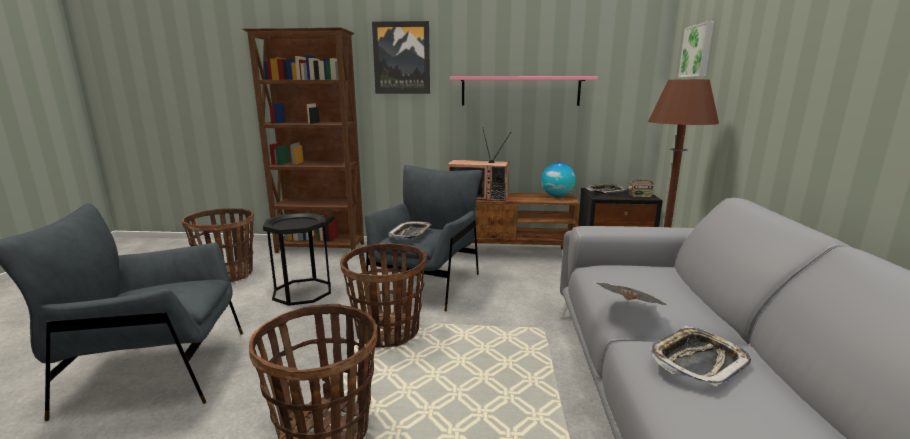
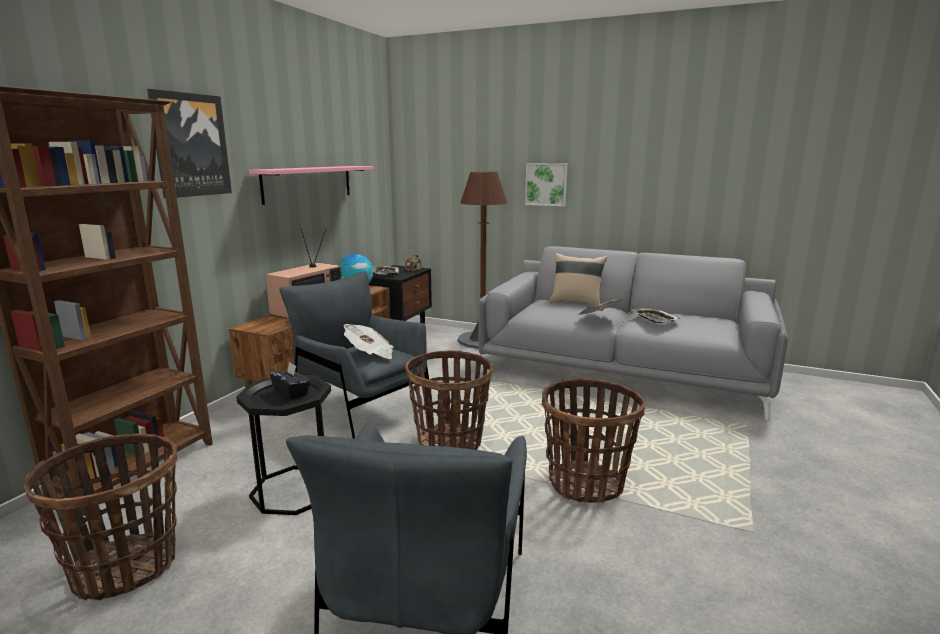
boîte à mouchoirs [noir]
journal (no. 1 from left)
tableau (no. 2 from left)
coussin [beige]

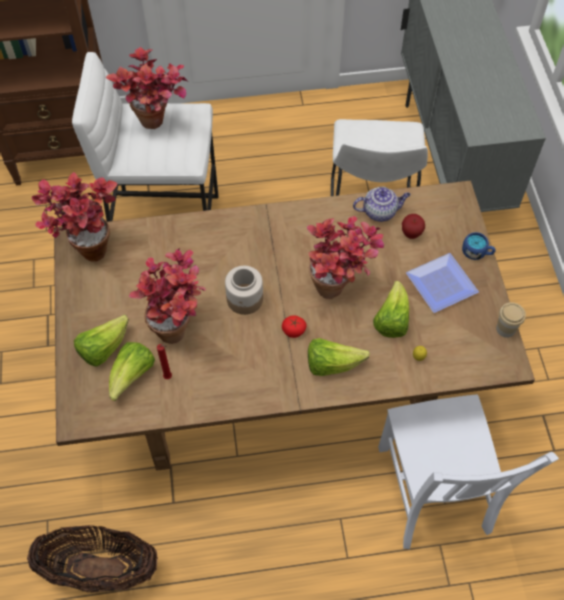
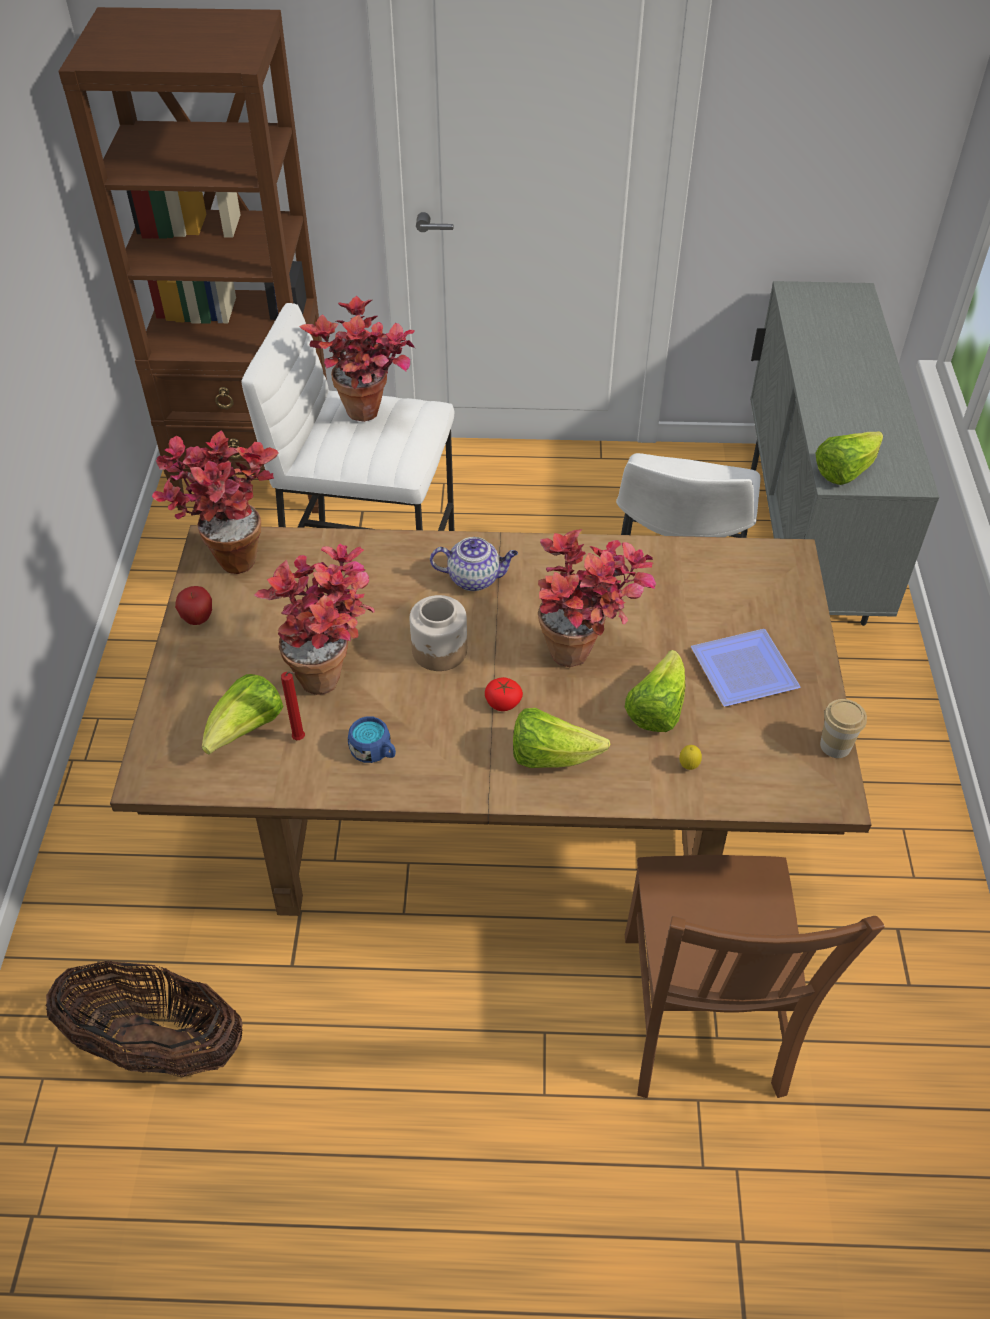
pomme
mug [bleu]
théière
chaise [marron]
laitue (no. 4 from left)

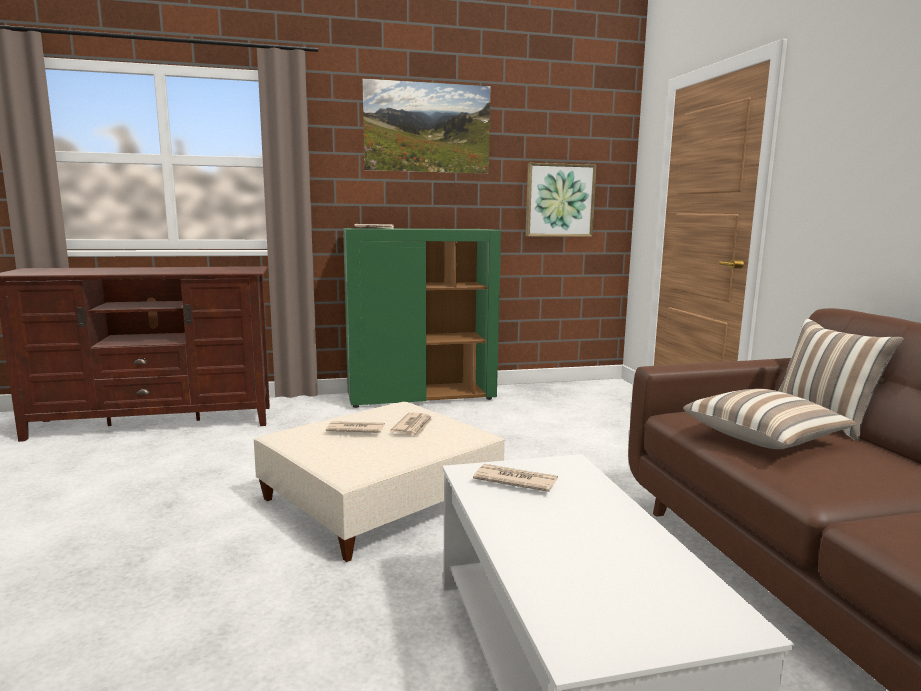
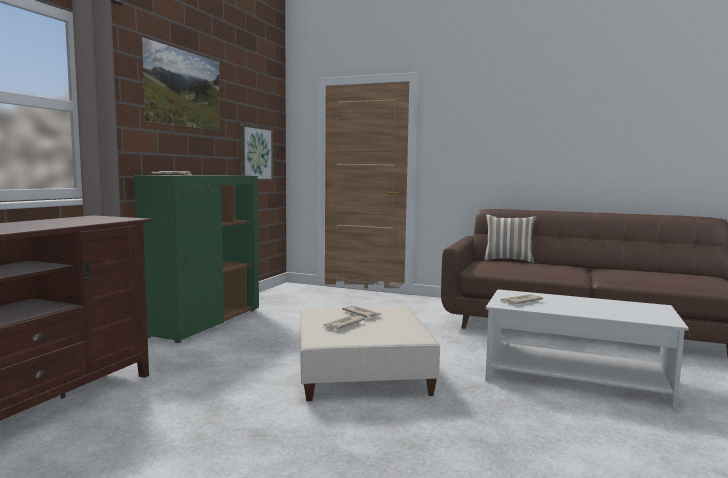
coussin (no. 1 from left in the first image)

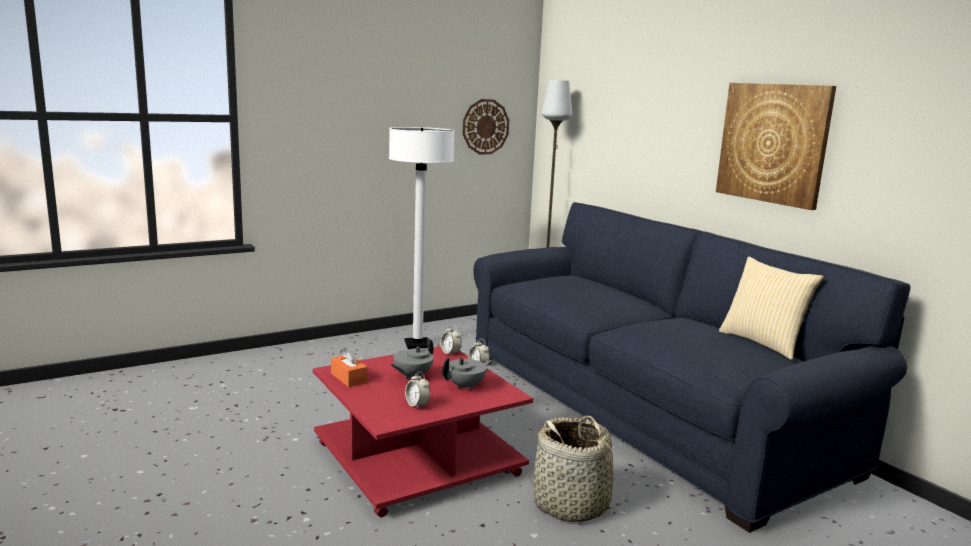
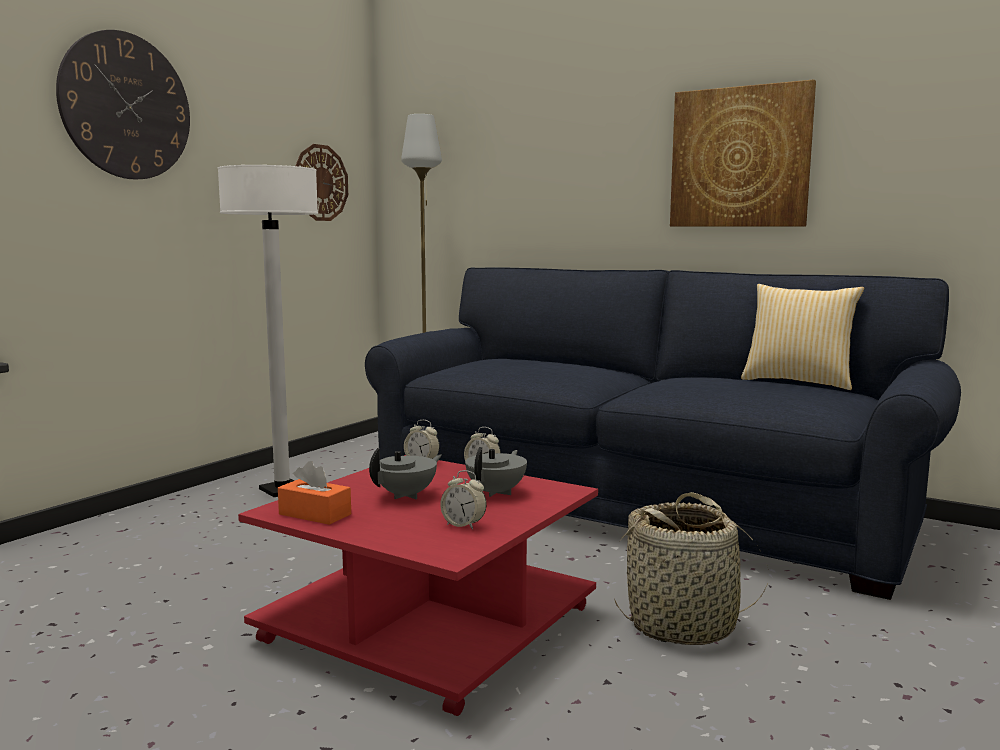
horloge murale (no. 1 from left)
théière [gris] (no. 1 from left)

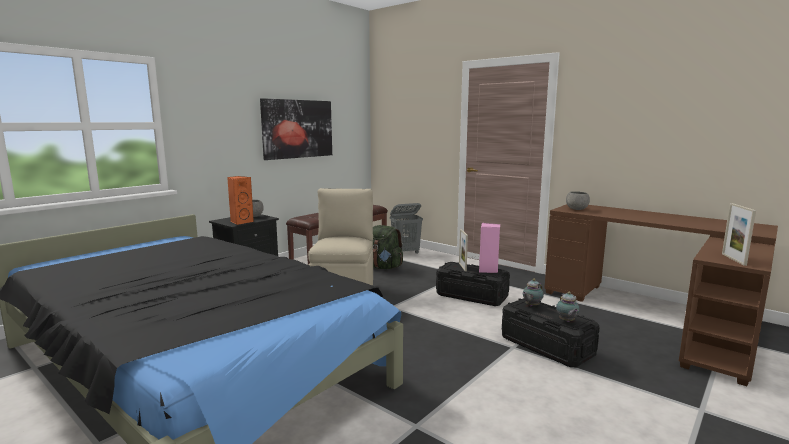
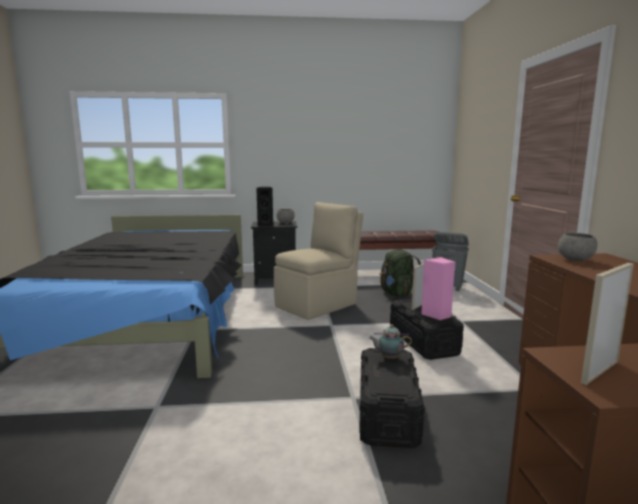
enceinte [noir]
tableau
théière (no. 2 from left in the first image)

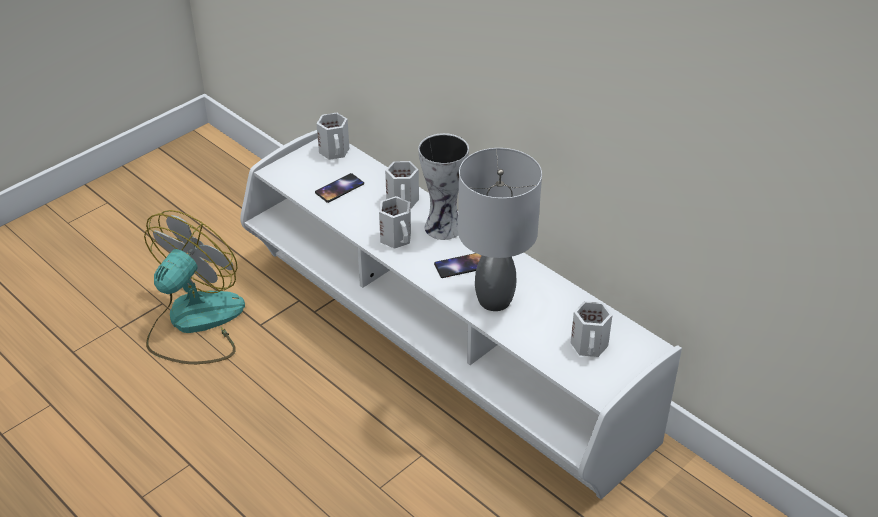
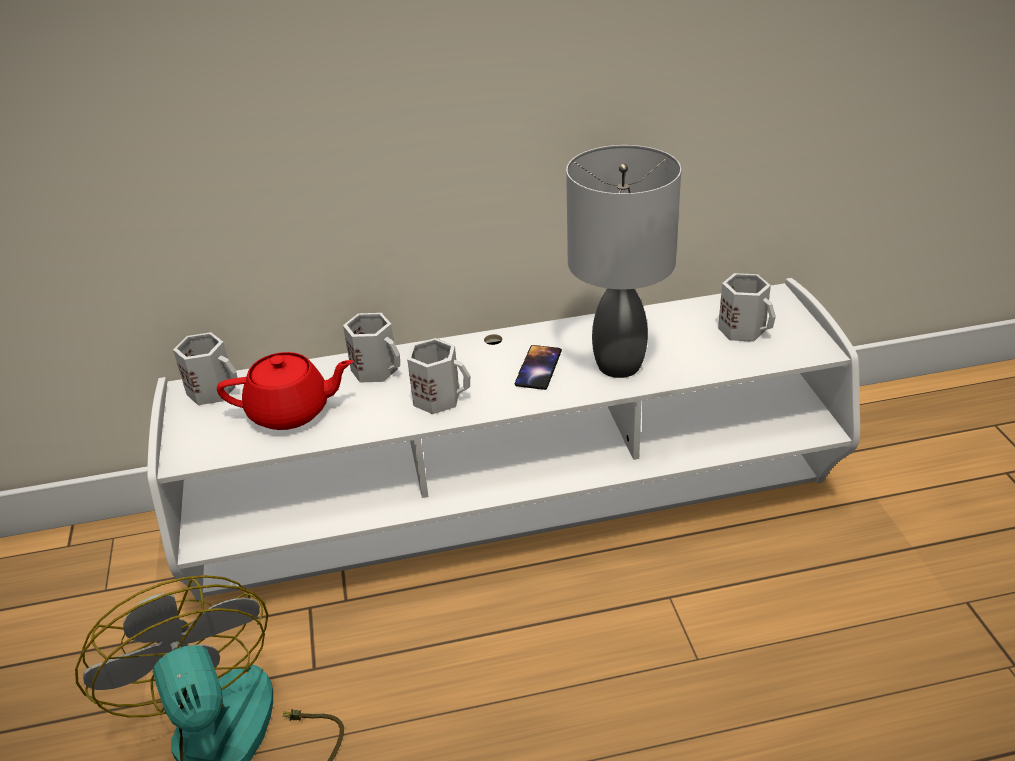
théière [rouge]
vase

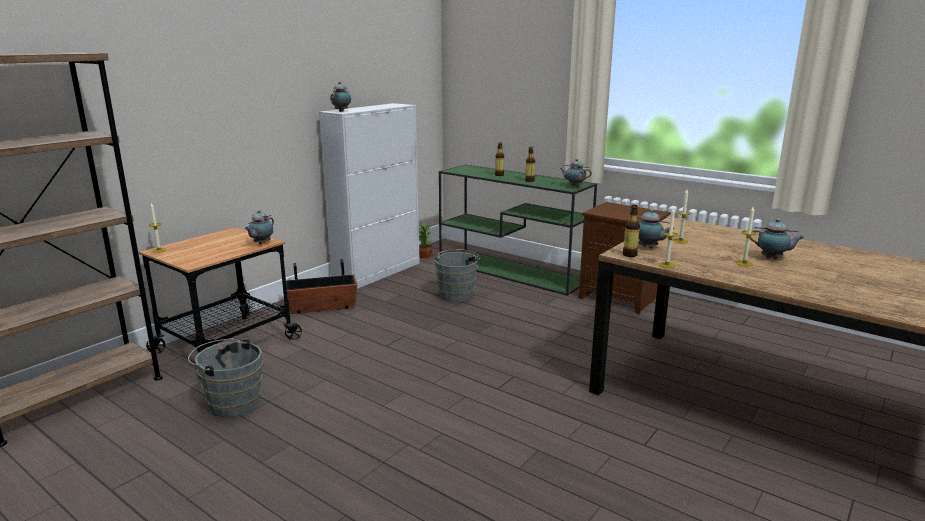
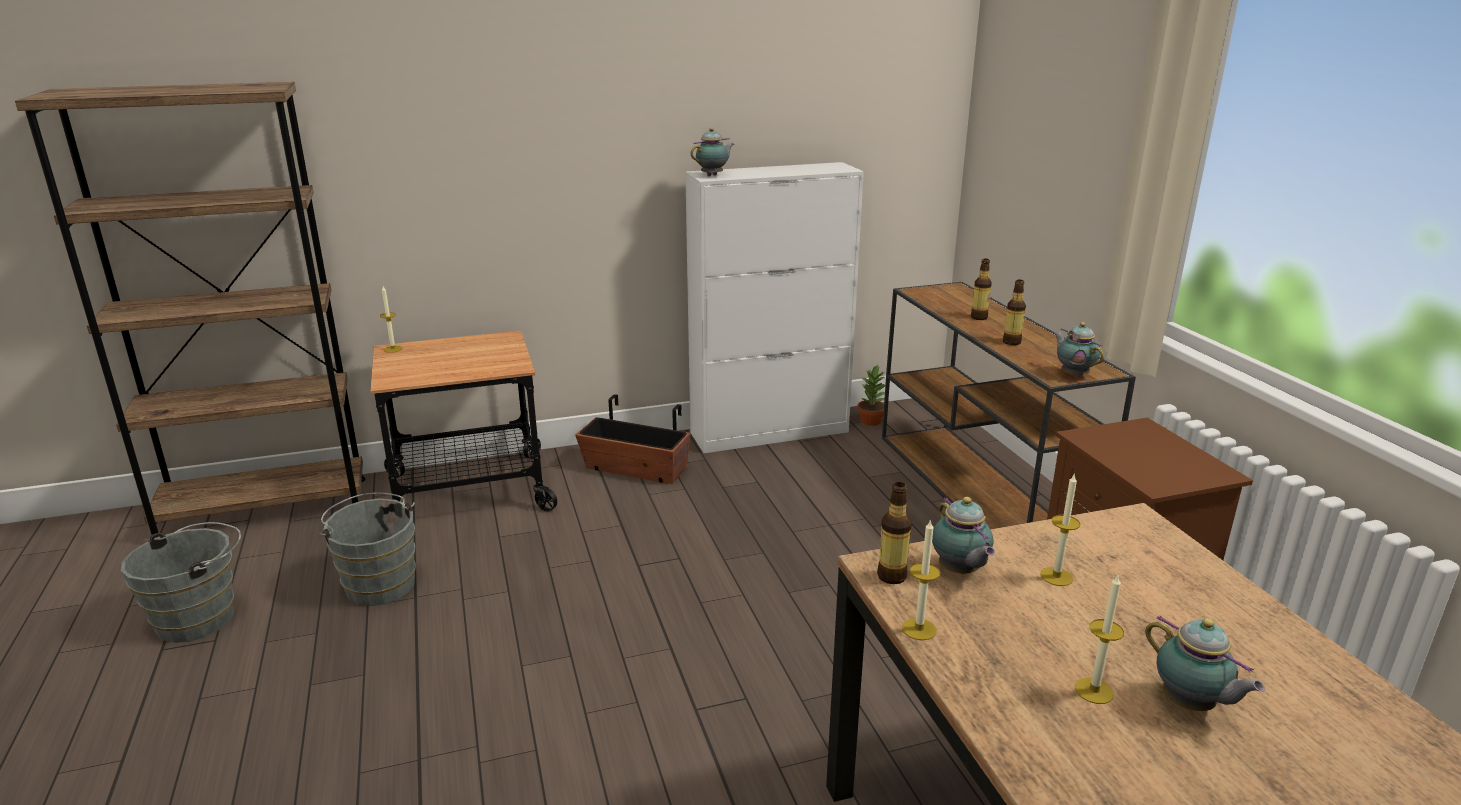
seau [gris] (no. 1 from left)
table console [marron]
théière (no. 1 from left in the first image)

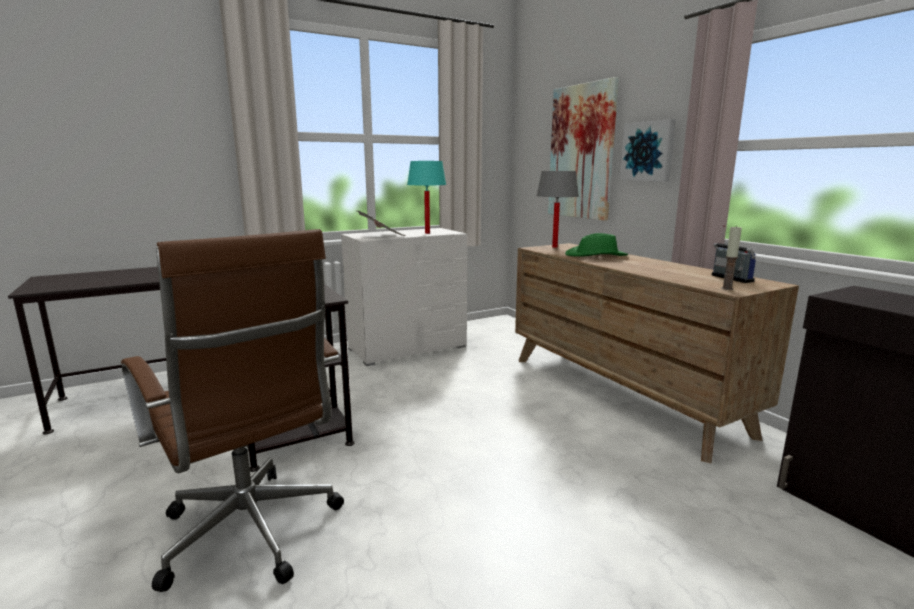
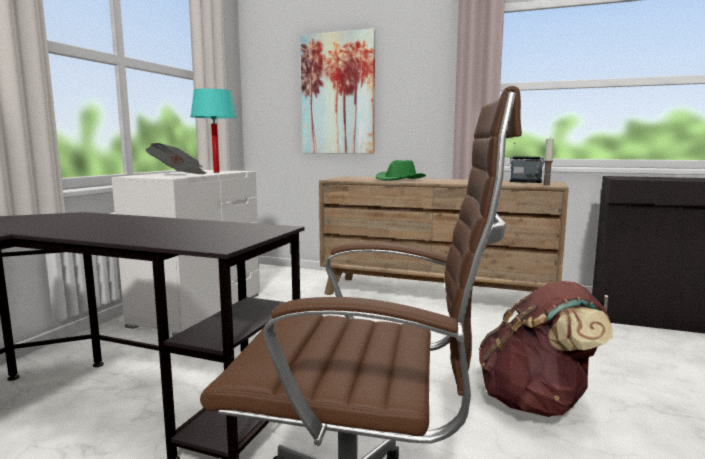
sac à dos [marron]
lampe de table [gris]
tableau (no. 2 from left in the first image)

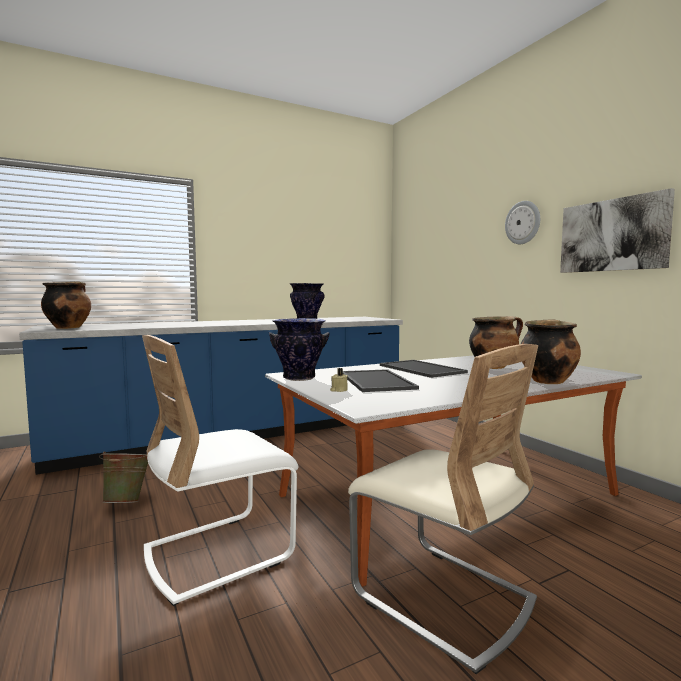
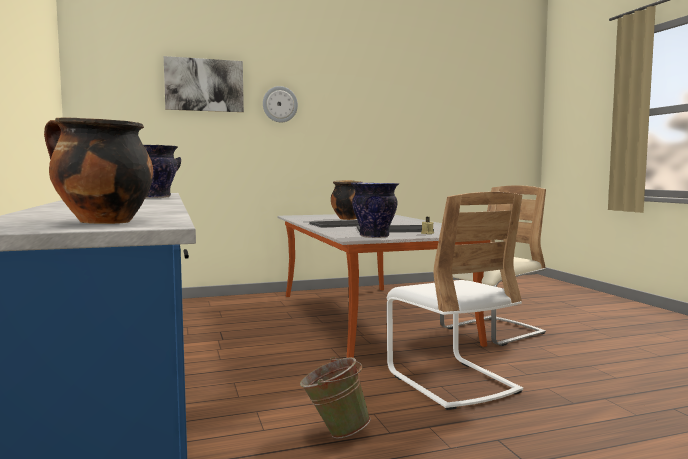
tableau
marmite (no. 3 from left in the first image)

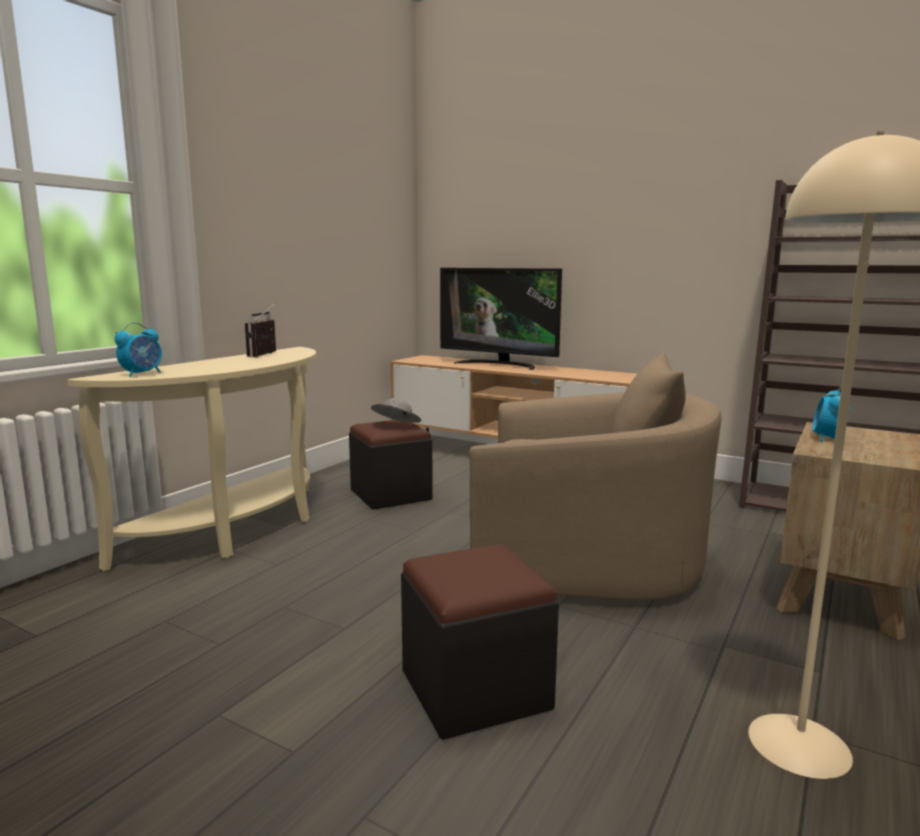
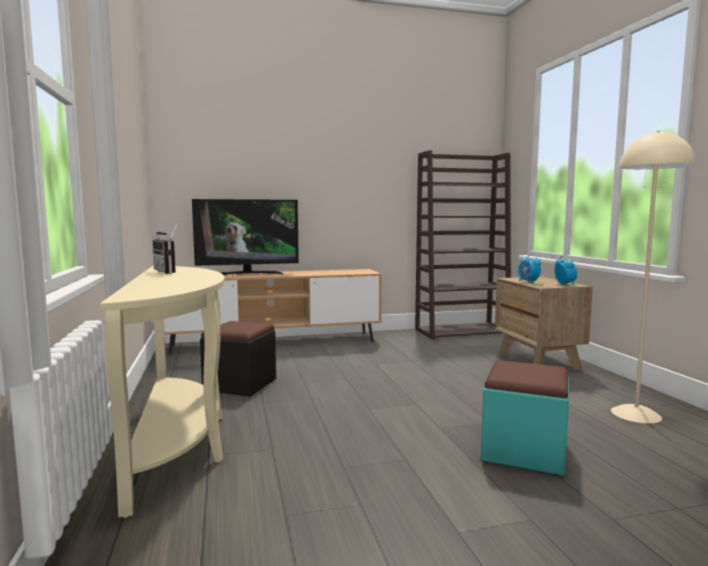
pouf [turquoise]
réveil (no. 2 from left)
chapeau [gris]
fauteuil [beige]

